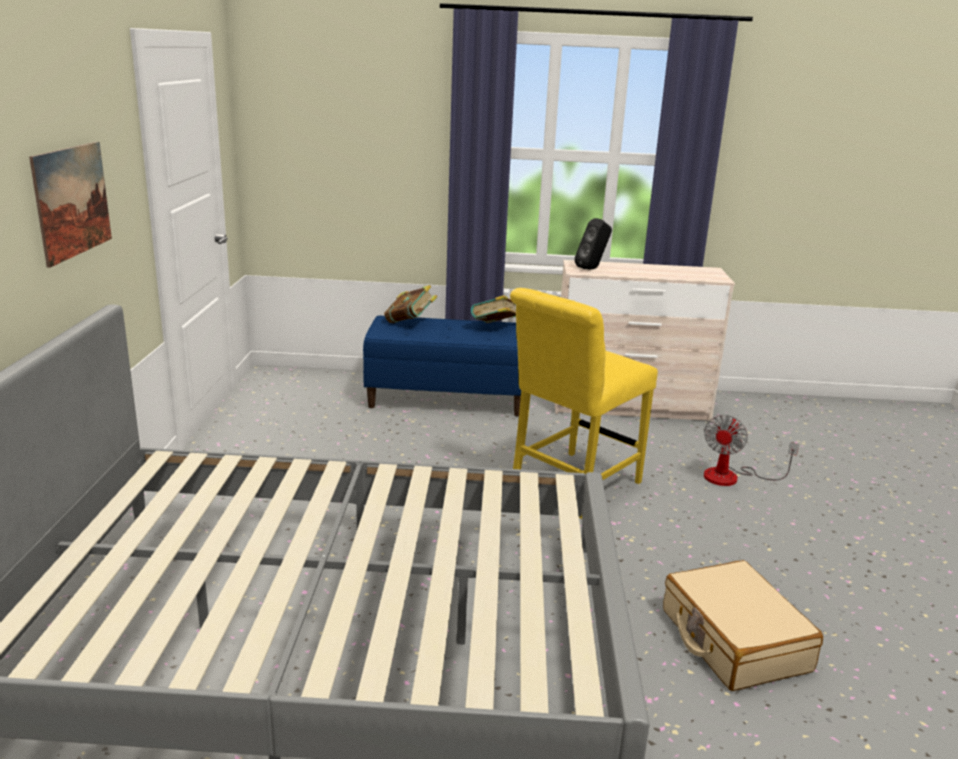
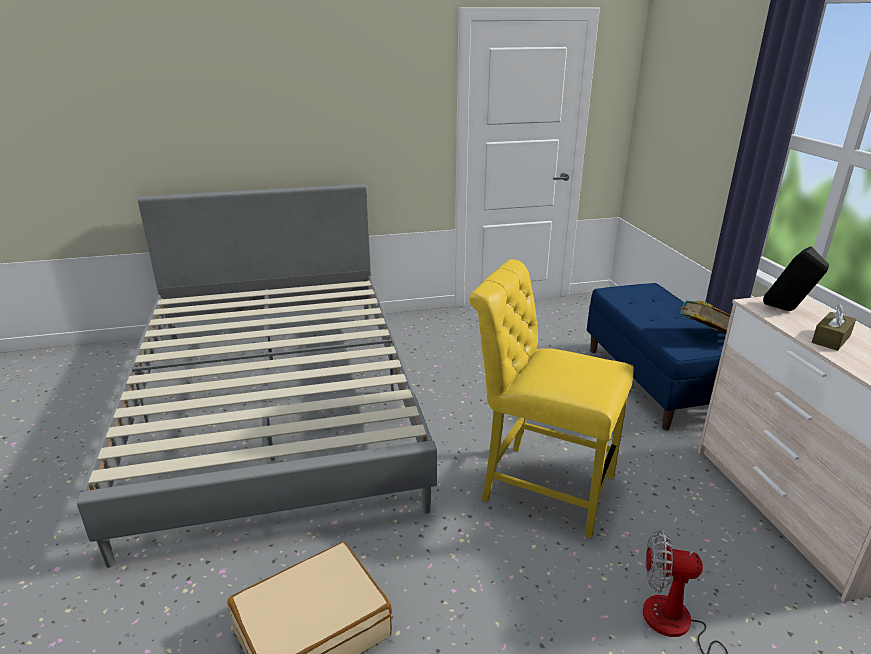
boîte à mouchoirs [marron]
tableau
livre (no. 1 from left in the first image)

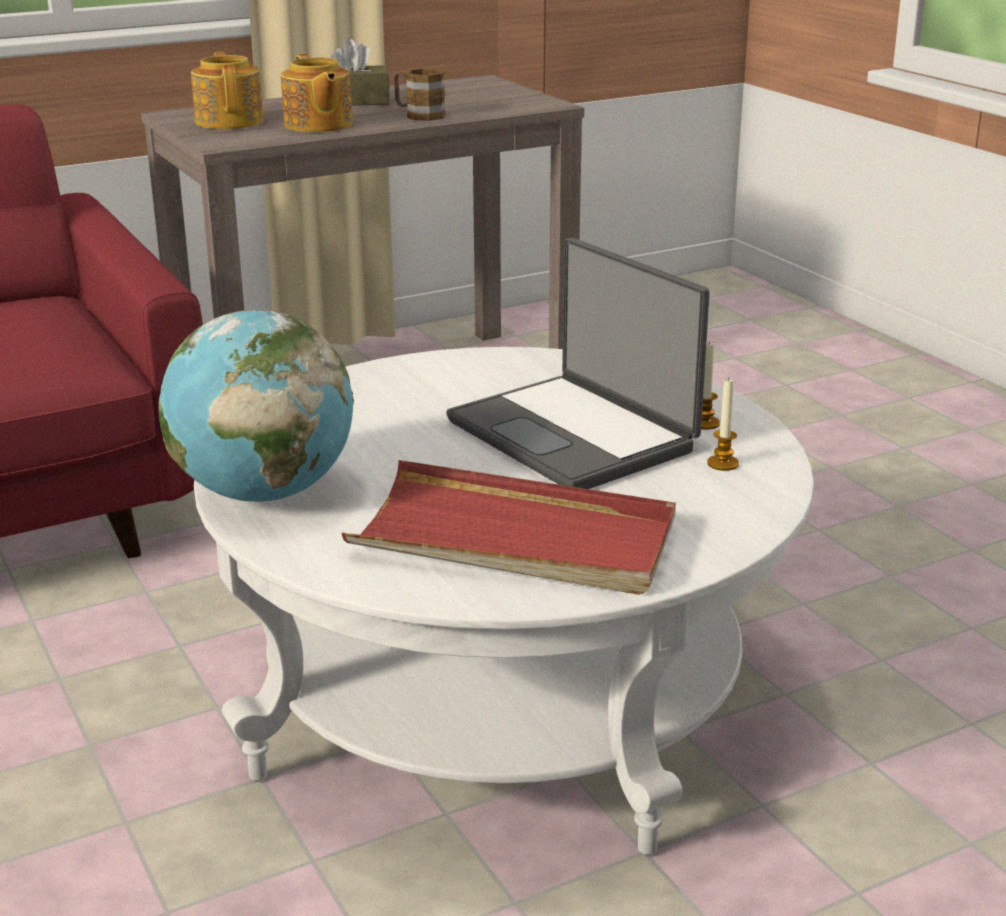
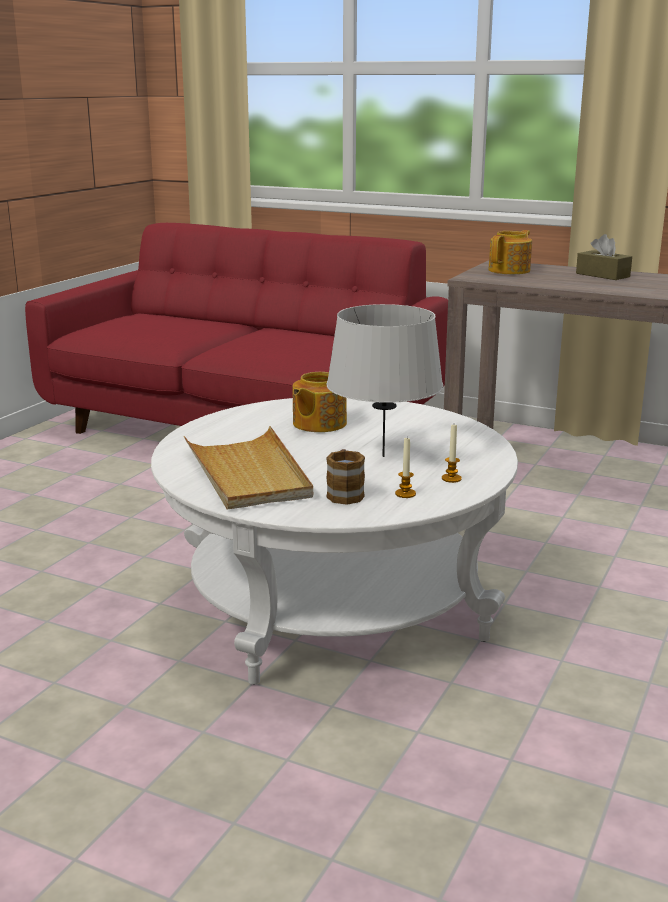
plateau [beige]
théière (no. 1 from left)
lampe de table [gris]
mug
globe

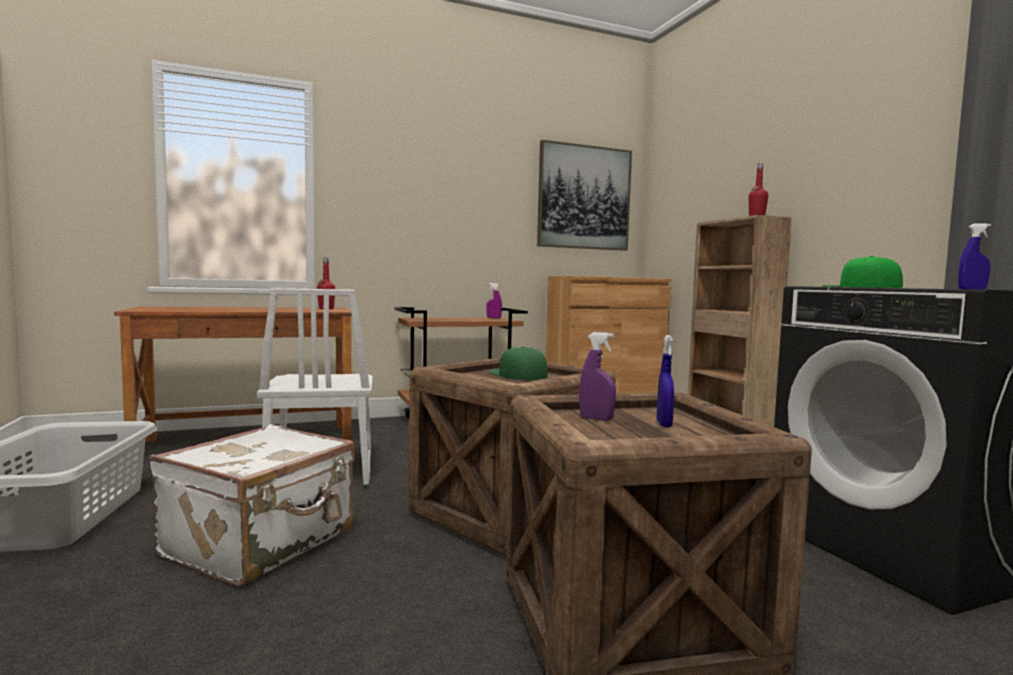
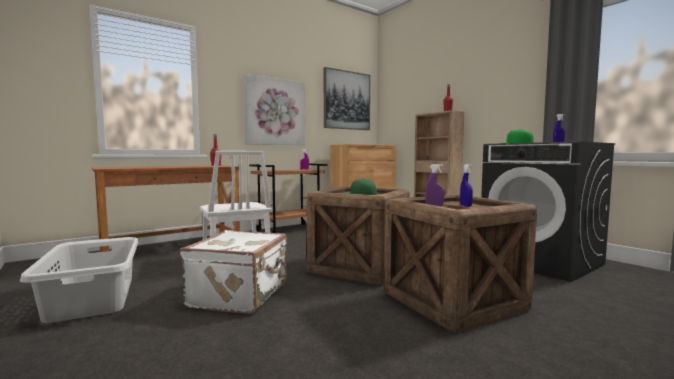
tableau (no. 1 from left)

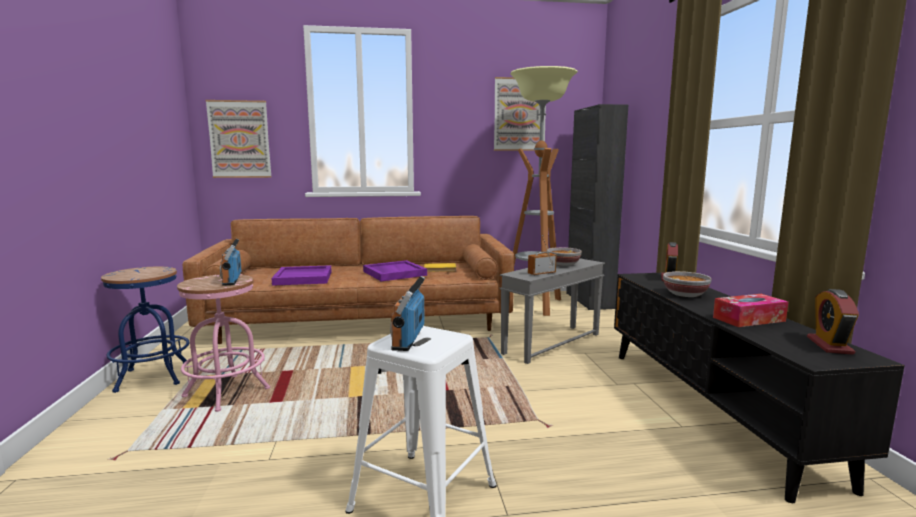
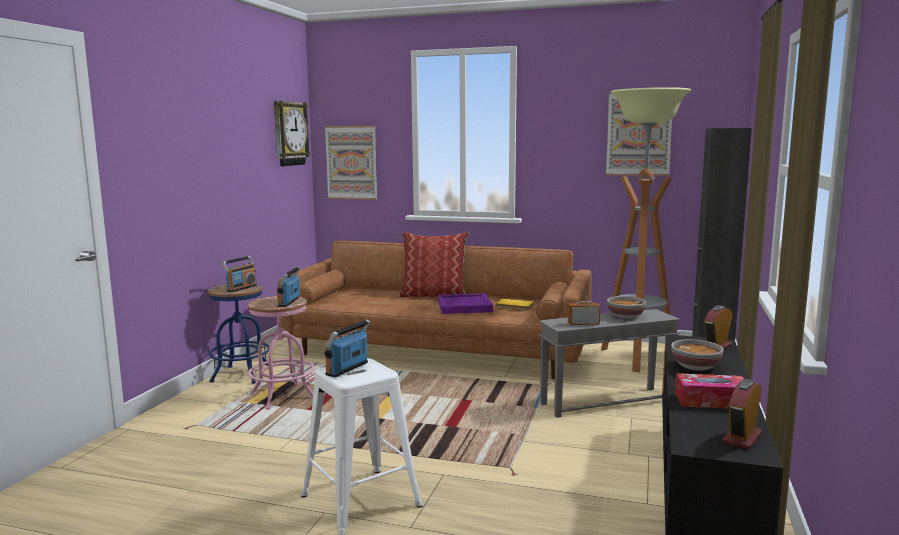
radio (no. 1 from left)
horloge murale
coussin
plateau [violet] (no. 1 from left in the first image)

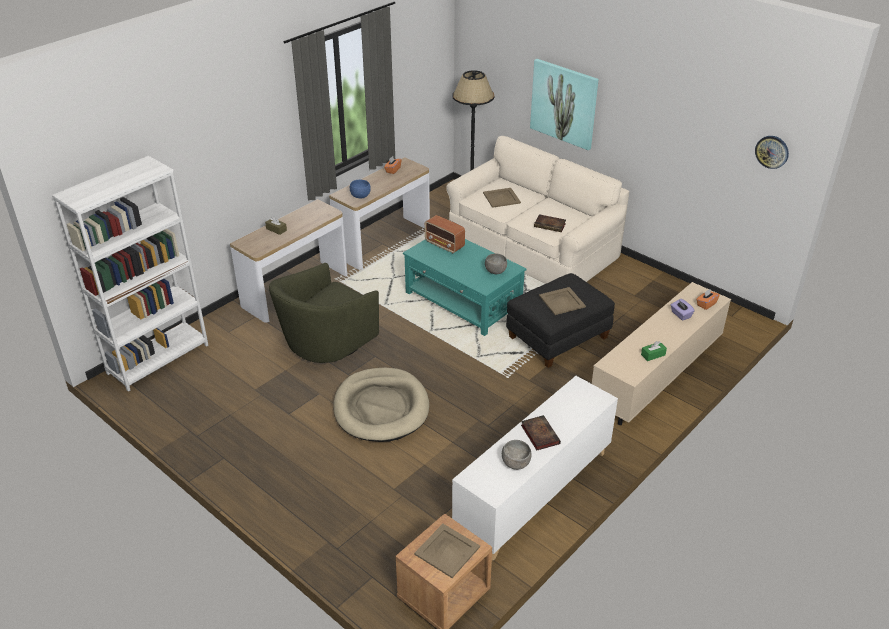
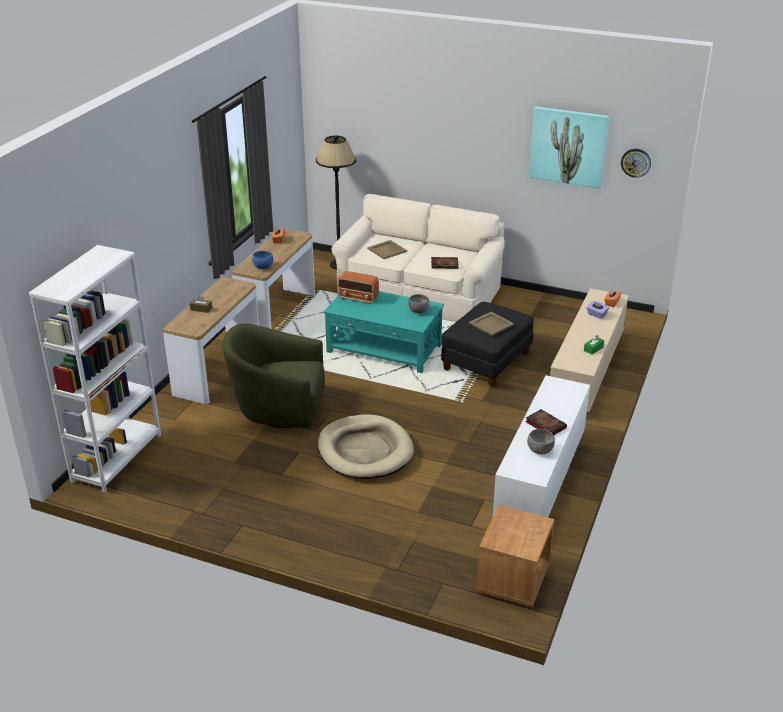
fauteuil [vert]
tableau
plateau [beige] (no. 1 from left in the first image)

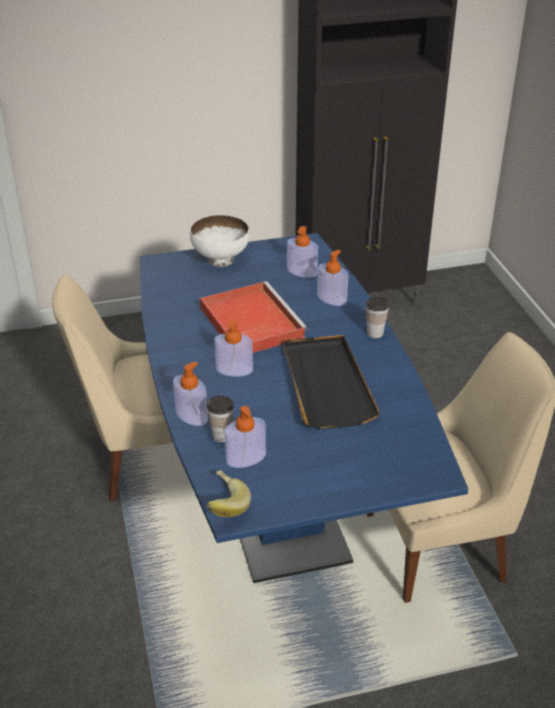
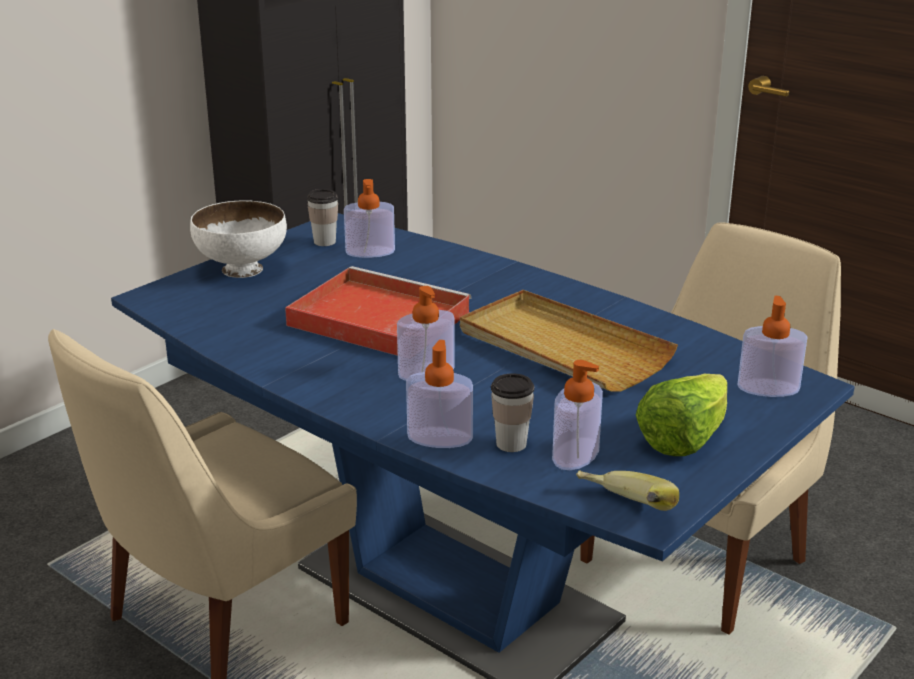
tasse (no. 1 from left)
plateau [beige]
laitue
distributeur de savon (no. 5 from left)

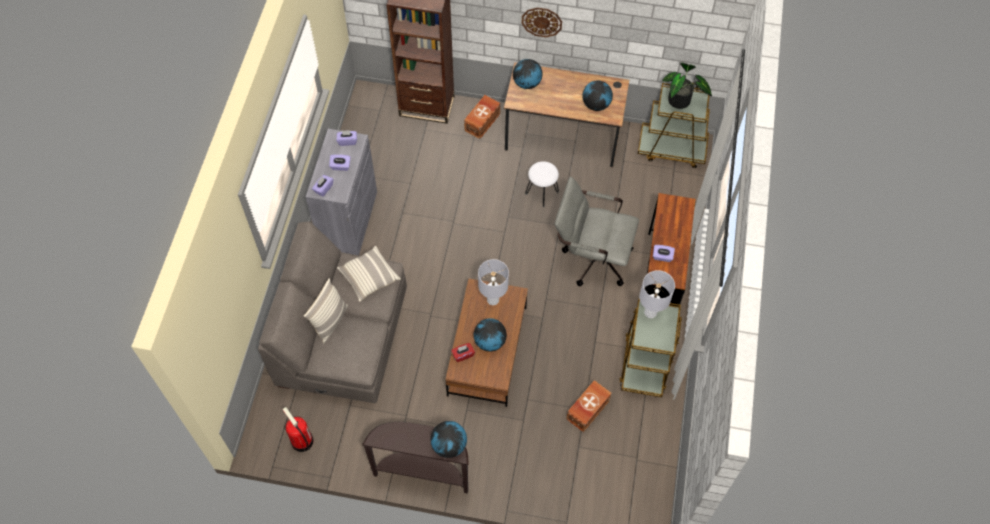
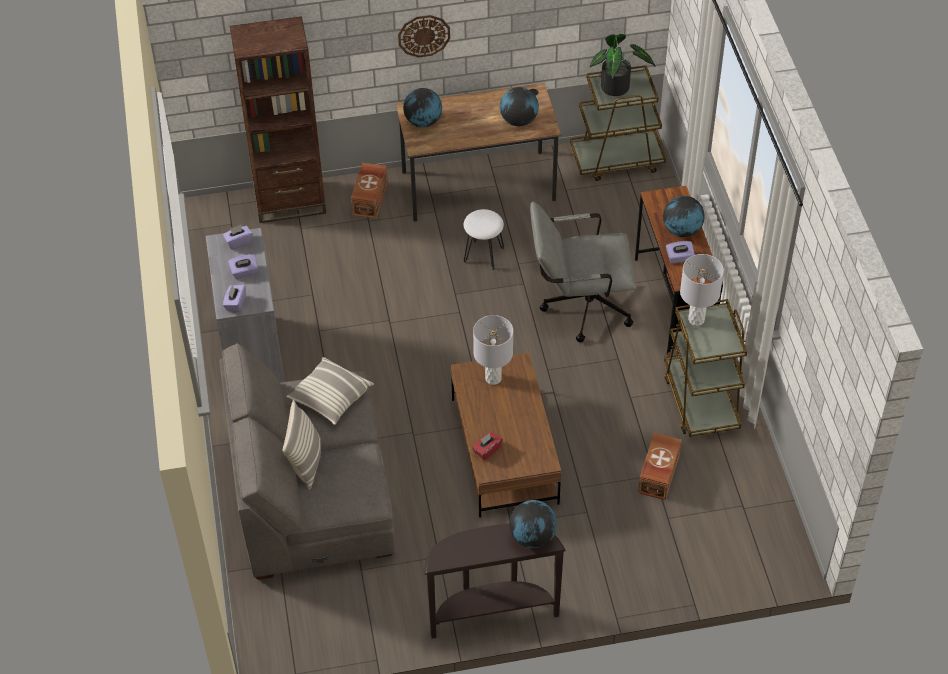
globe (no. 4 from left)
extincteur

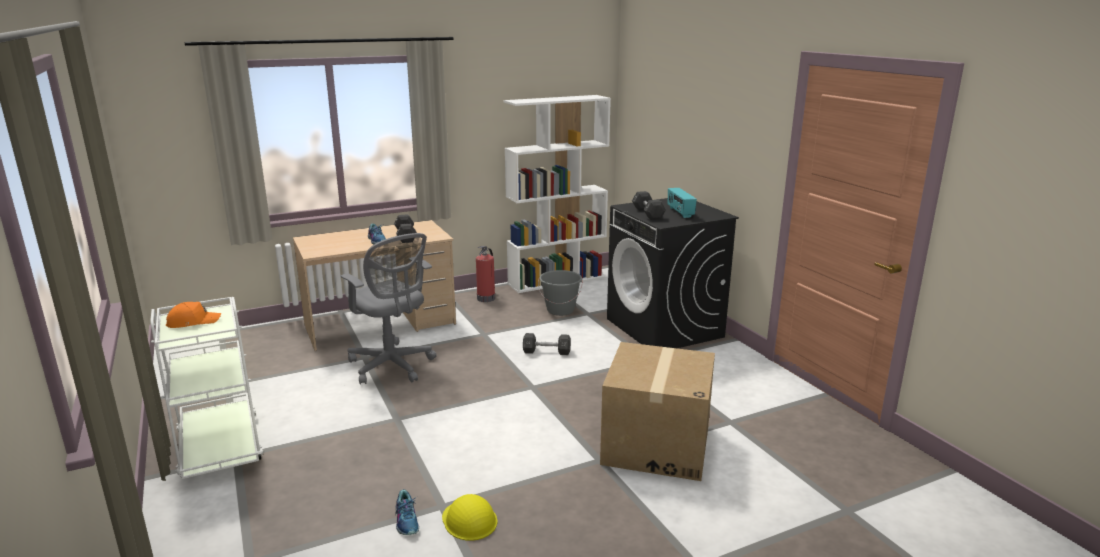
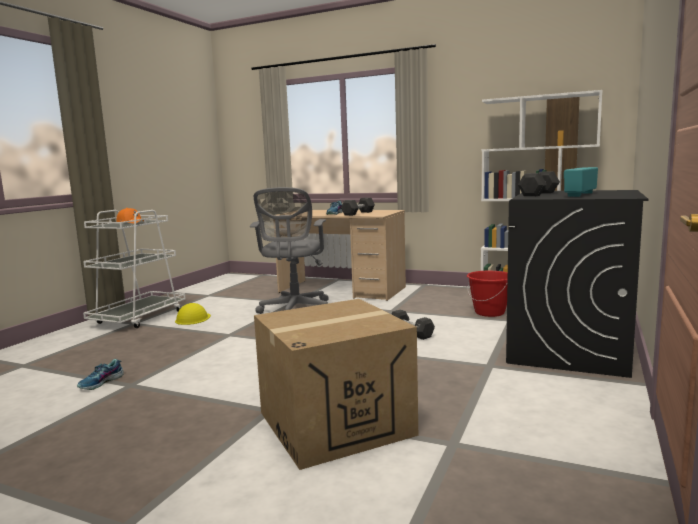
casque de chantier [jaune]
seau [rouge]
extincteur

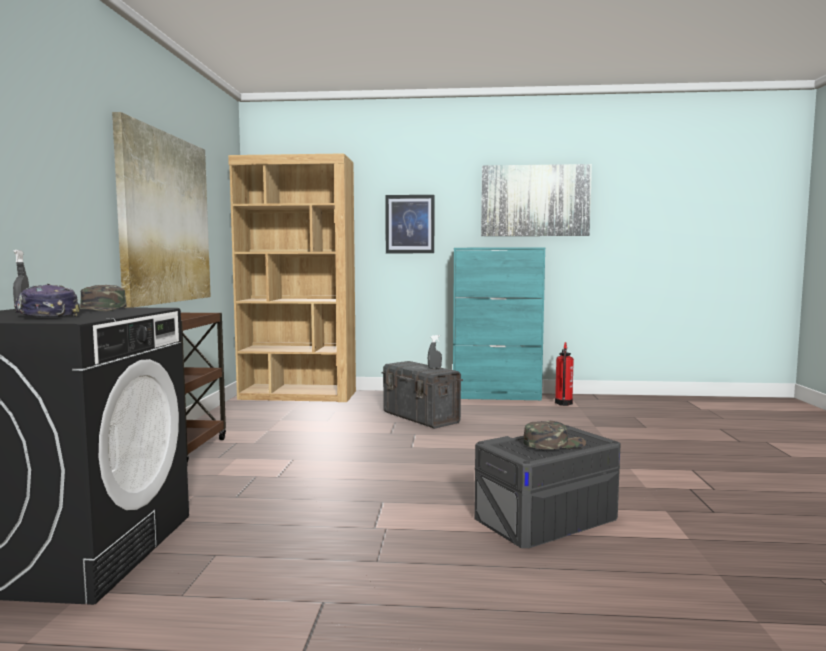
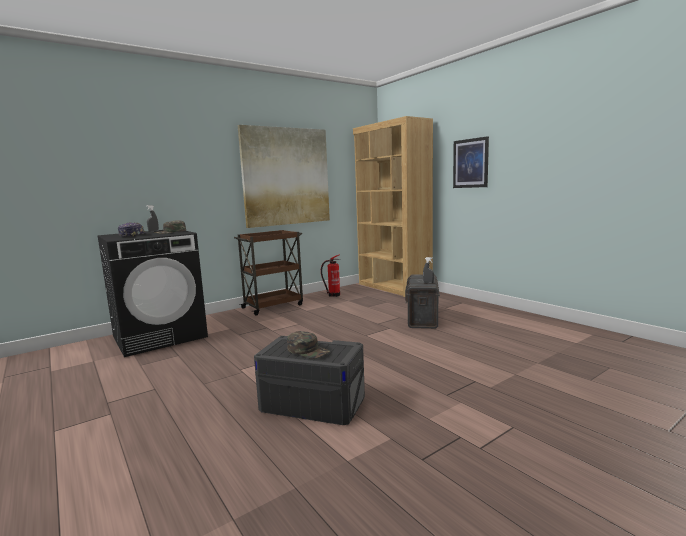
extincteur
meuble de rangement [turquoise]
tableau (no. 3 from left in the first image)

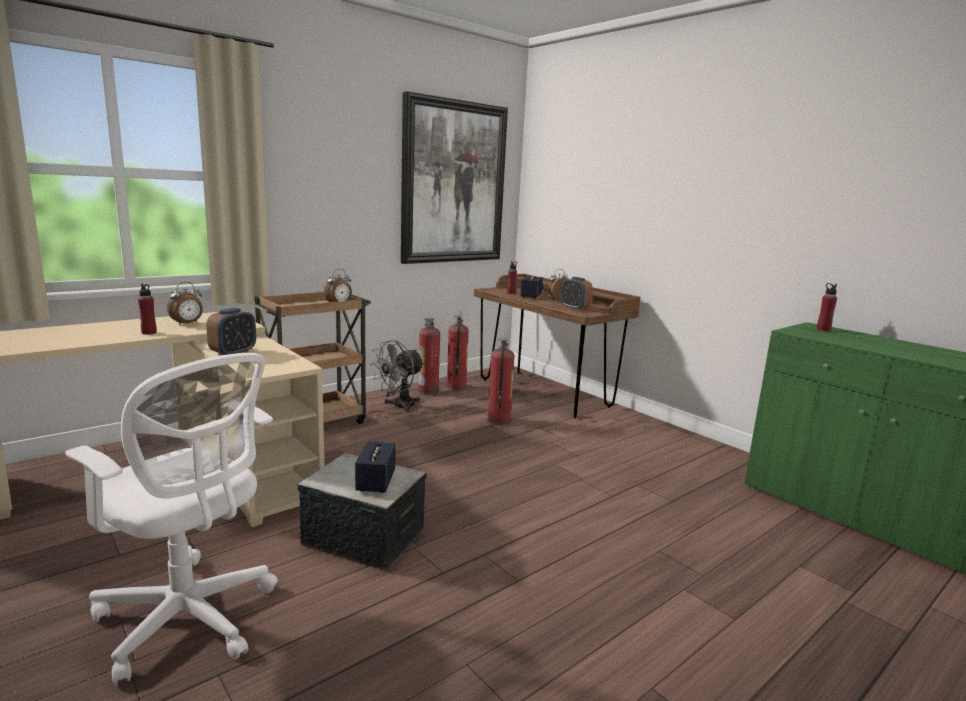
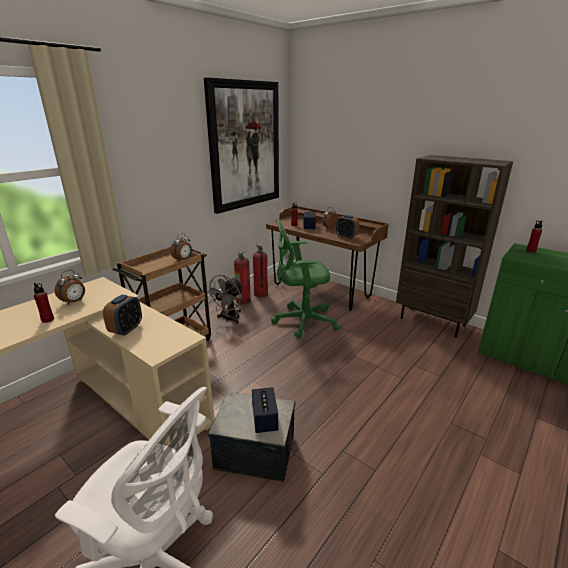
chaise de bureau [vert]
bibliothèque [marron]

